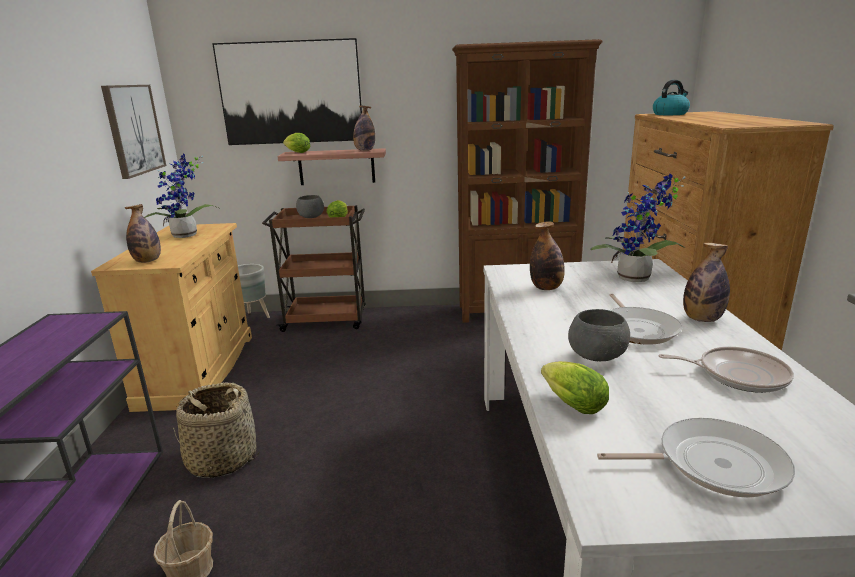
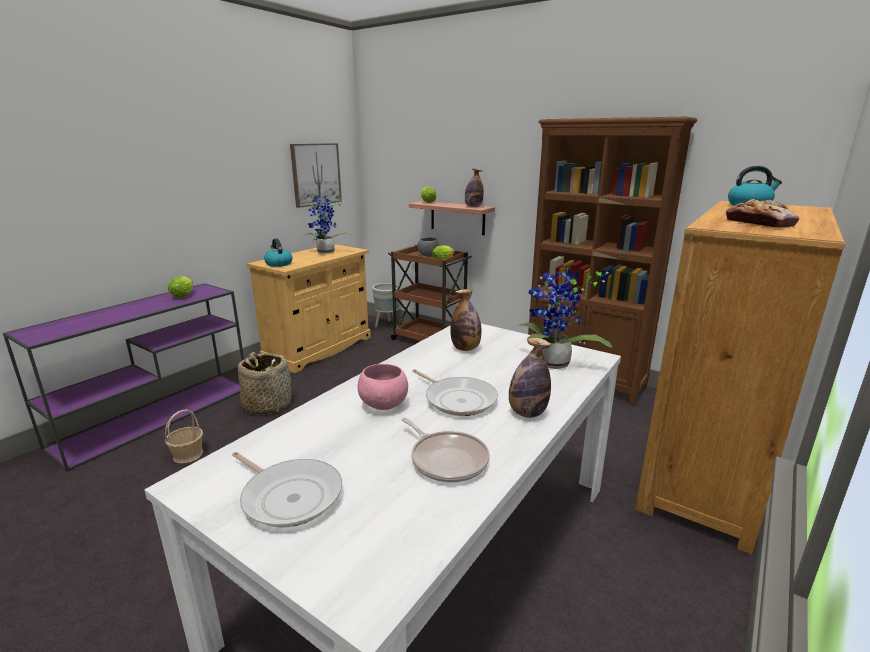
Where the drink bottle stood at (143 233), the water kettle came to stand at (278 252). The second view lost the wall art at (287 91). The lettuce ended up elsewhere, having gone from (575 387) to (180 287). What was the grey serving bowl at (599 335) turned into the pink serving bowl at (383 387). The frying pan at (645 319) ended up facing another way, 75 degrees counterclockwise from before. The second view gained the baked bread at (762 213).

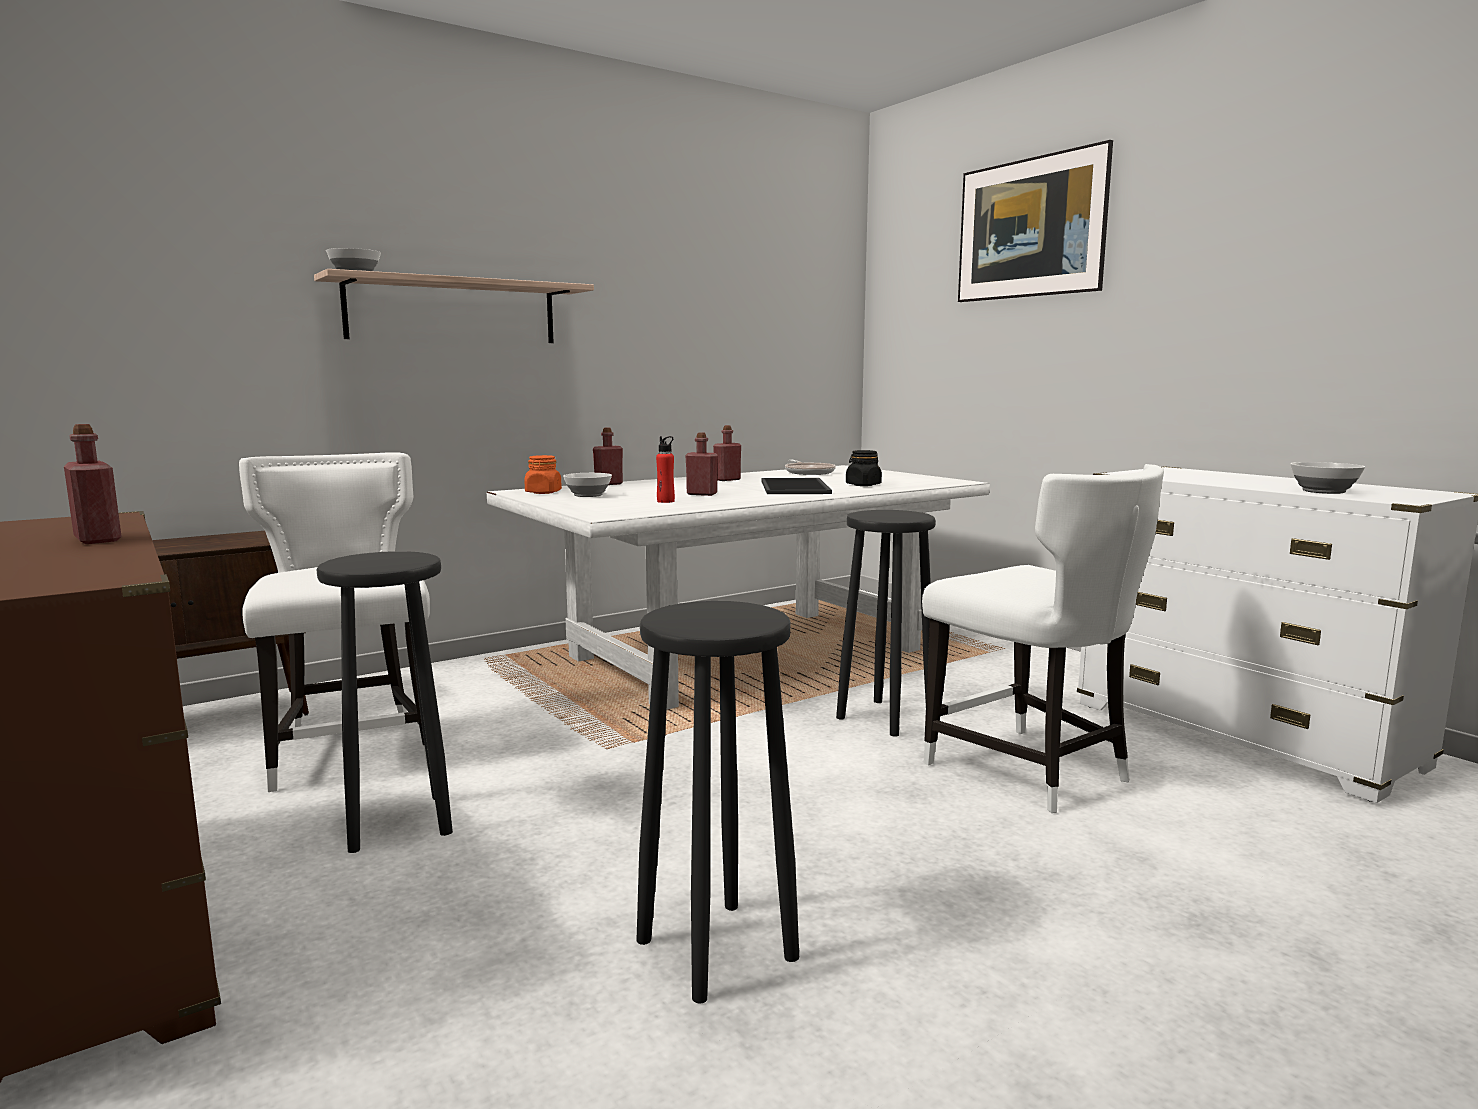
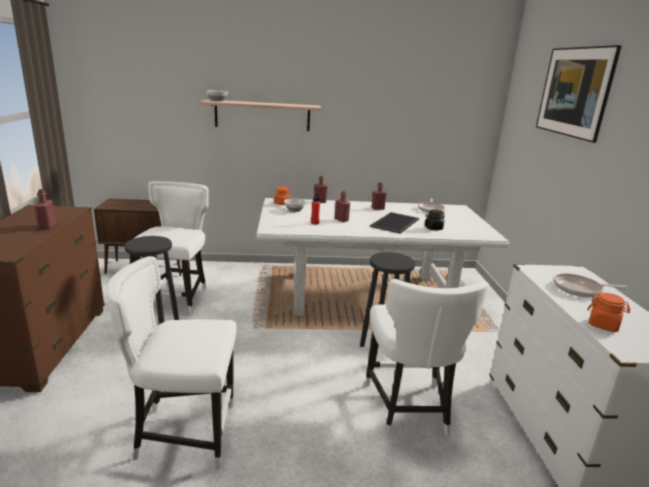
Where the blackish sitting stool stood at (717 802), the white plain chair came to stand at (171 362). Where the serving bowl stood at (1327 478), the orangey jar came to stand at (608 312). The second view gained the frying pan at (590 285).

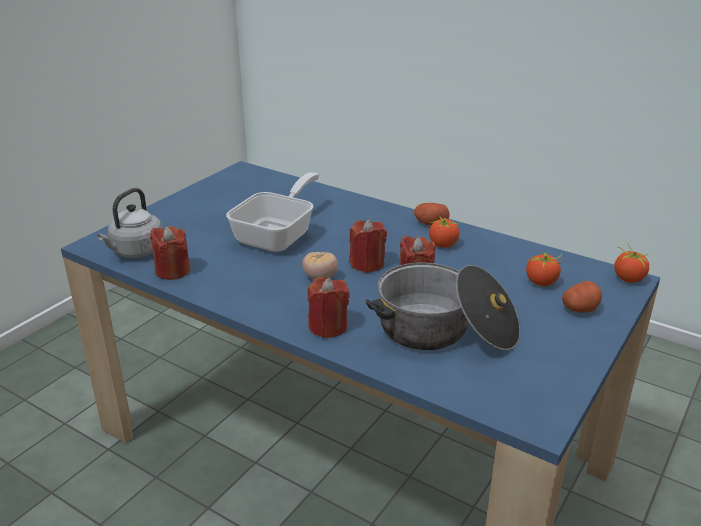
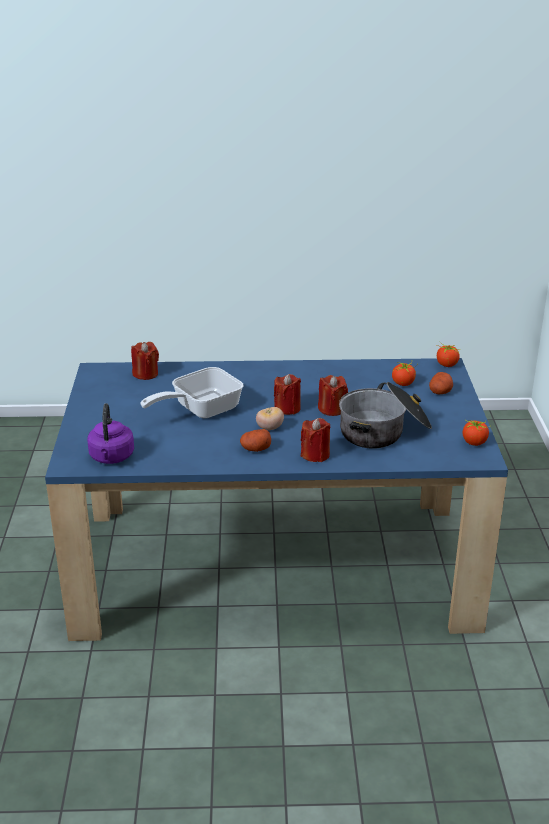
What was the grey water kettle at (129 223) turned into the purplish water kettle at (110 433). The reddish candle ended up elsewhere, having gone from (170 253) to (145 361). The frying pan at (272 212) ended up facing another way, 120 degrees counterclockwise from before. The potato ended up elsewhere, having gone from (432 214) to (255 440). The tomato ended up elsewhere, having gone from (445 232) to (476 433).

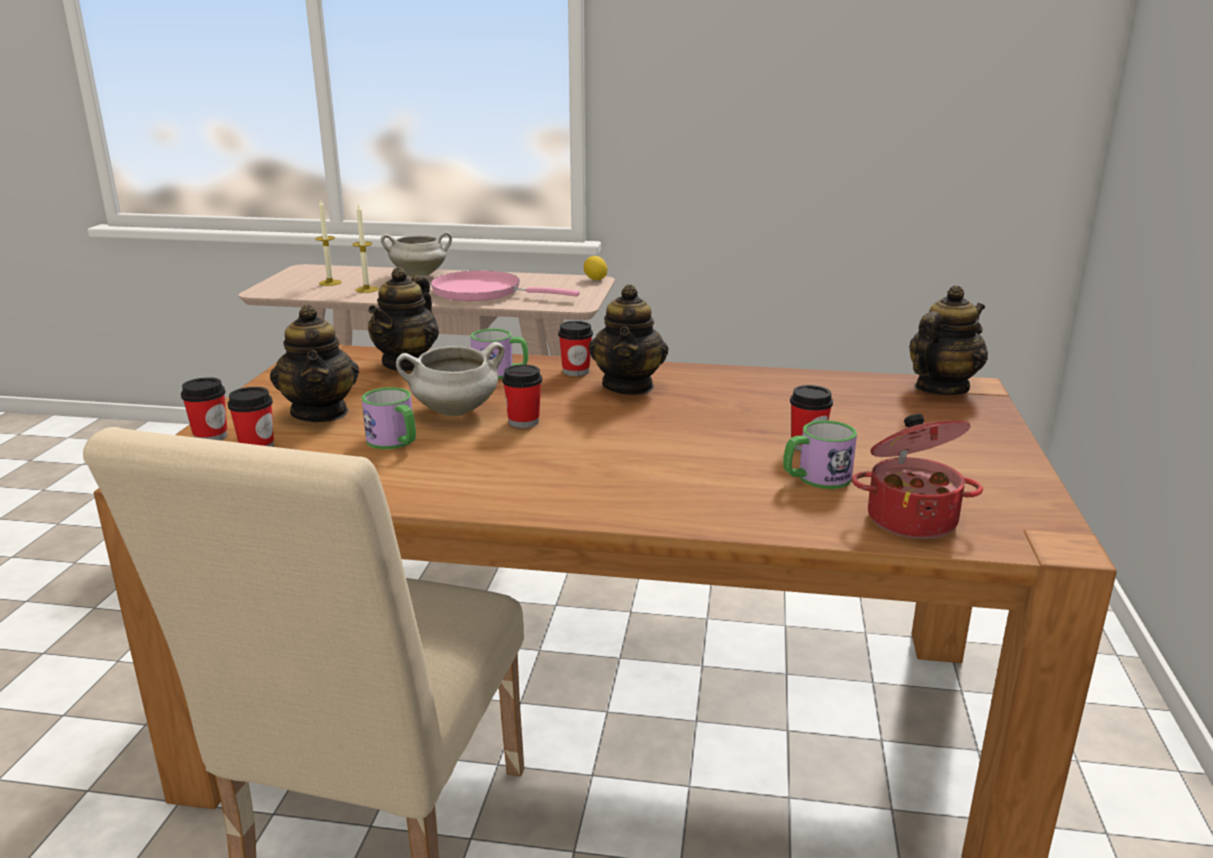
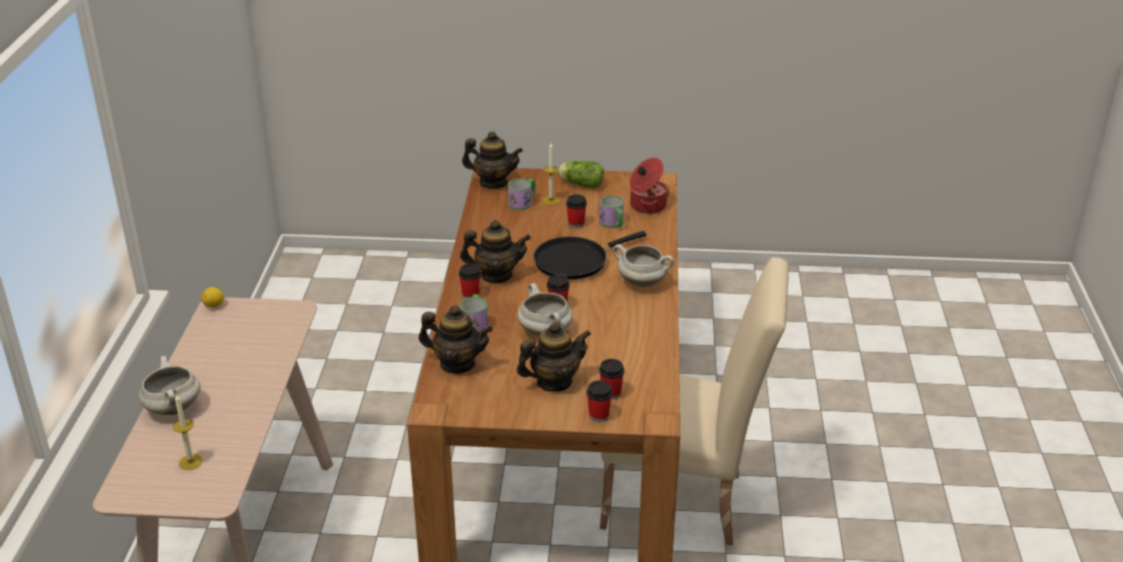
The candle ended up elsewhere, having gone from (365 248) to (551 174). The tea mug ended up elsewhere, having gone from (389 418) to (522 194). The second view lost the pink frying pan at (505 285). The teapot at (948 340) ended up facing another way, 150 degrees clockwise from before. The second view gained the blackish frying pan at (590 255). The second view gained the lettuce at (580 174). The second view gained the white stockpot at (643 265).

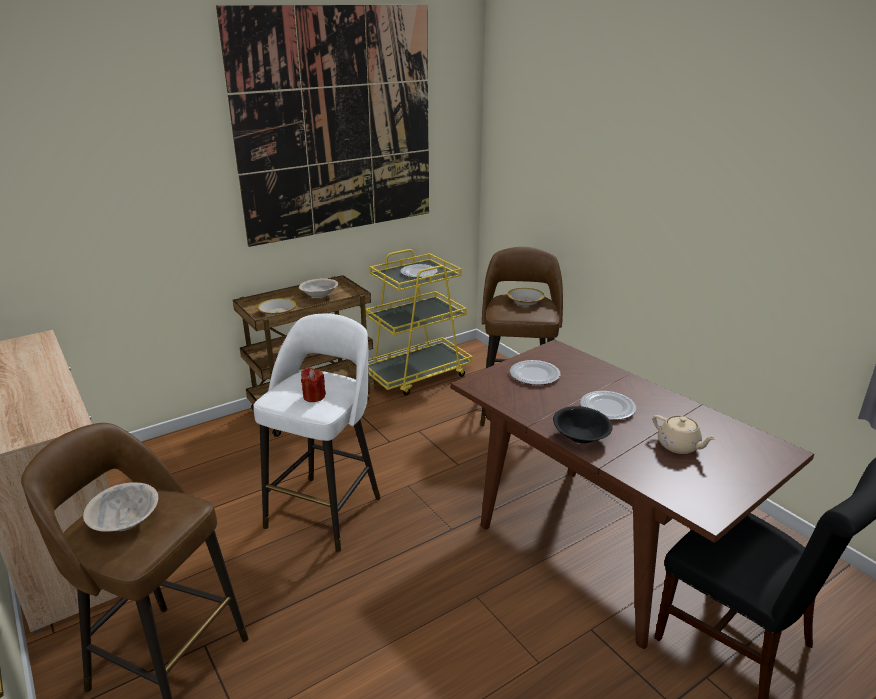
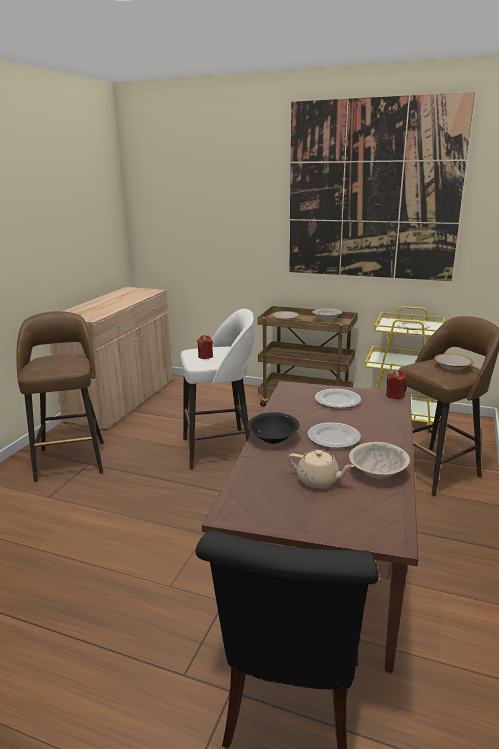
The sand-coloured serving bowl ended up elsewhere, having gone from (120 507) to (379 460). The sand-coloured teapot at (684 434) ended up facing another way, 75 degrees counterclockwise from before. The second view gained the reddish candle at (396 384).

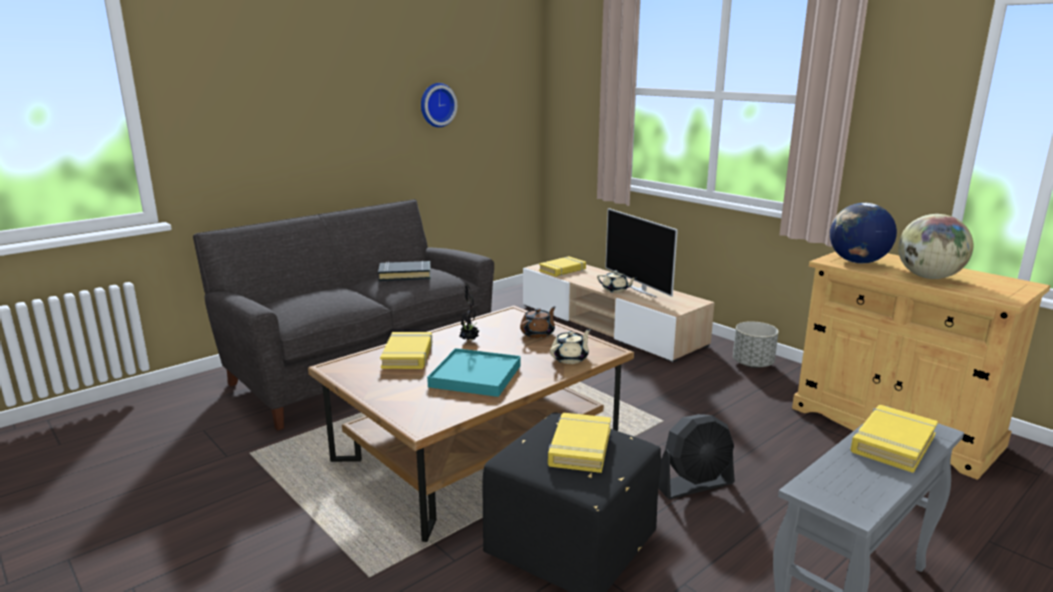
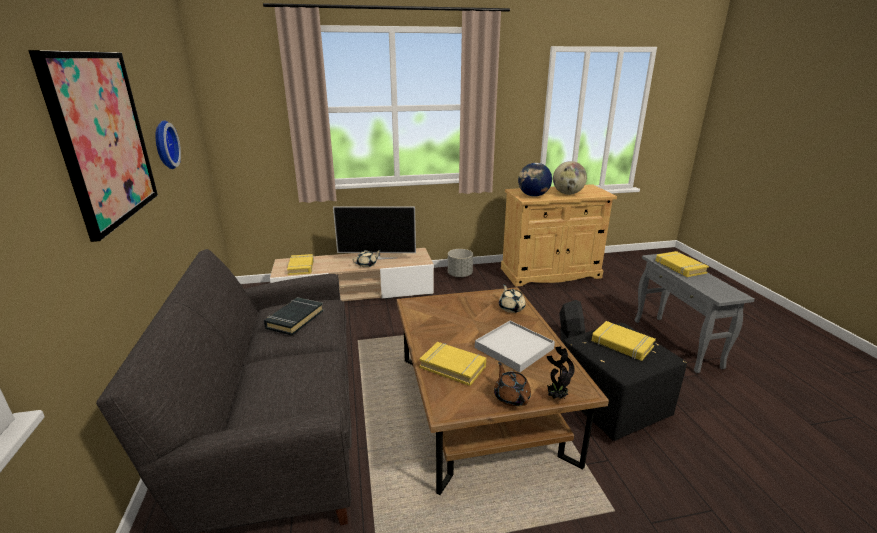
What was the turquoise carrying tray at (474 372) turned into the white carrying tray at (515 347). The potted plant ended up elsewhere, having gone from (469 312) to (561 373). The brown teapot ended up elsewhere, having gone from (538 322) to (512 384). The second view gained the wall art at (93 146).

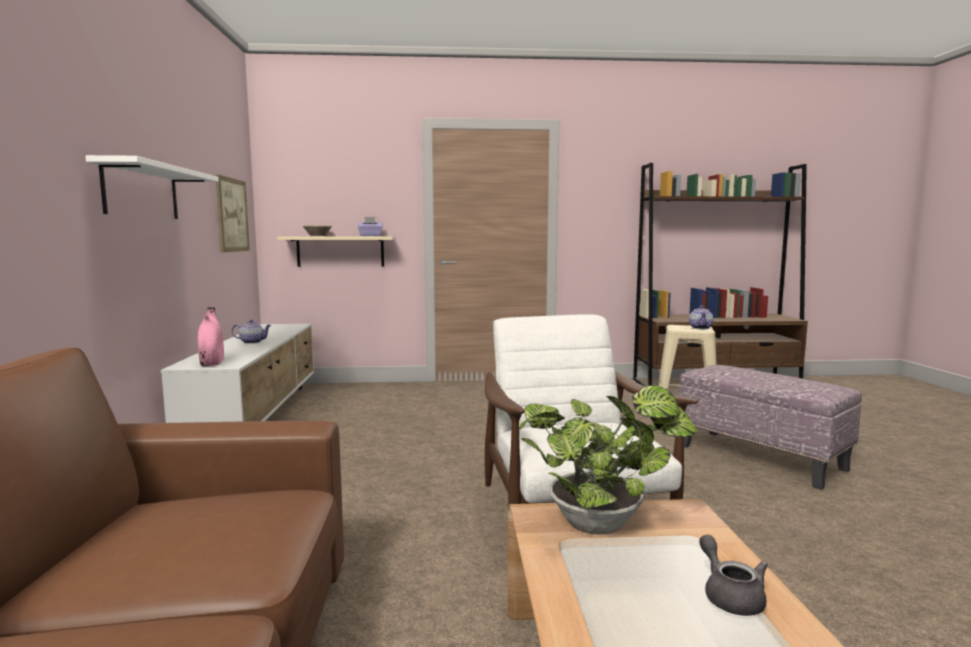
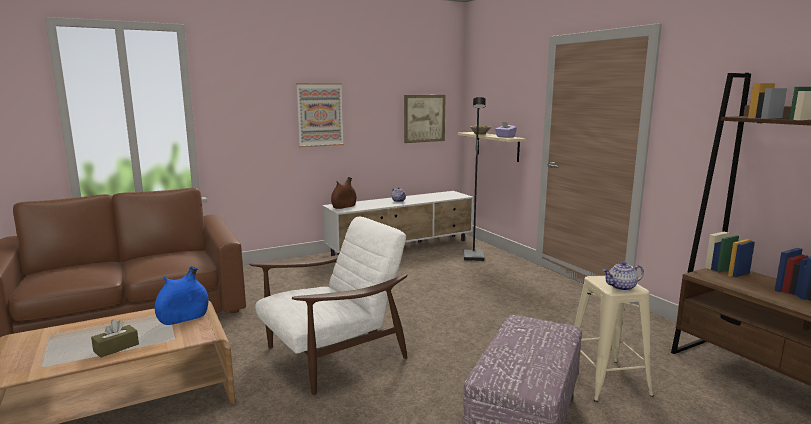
Where the white wall shelf hung at (152 187), the wall art came to hang at (320 115). What was the pink flower vase at (211 336) turned into the brown flower vase at (343 193). Where the potted plant stood at (608 460), the bluish flower vase came to stand at (182 295). Where the grey teapot stood at (733 575), the brown box of tissues came to stand at (115 339). The second view gained the blackish floor lamp at (475 179).

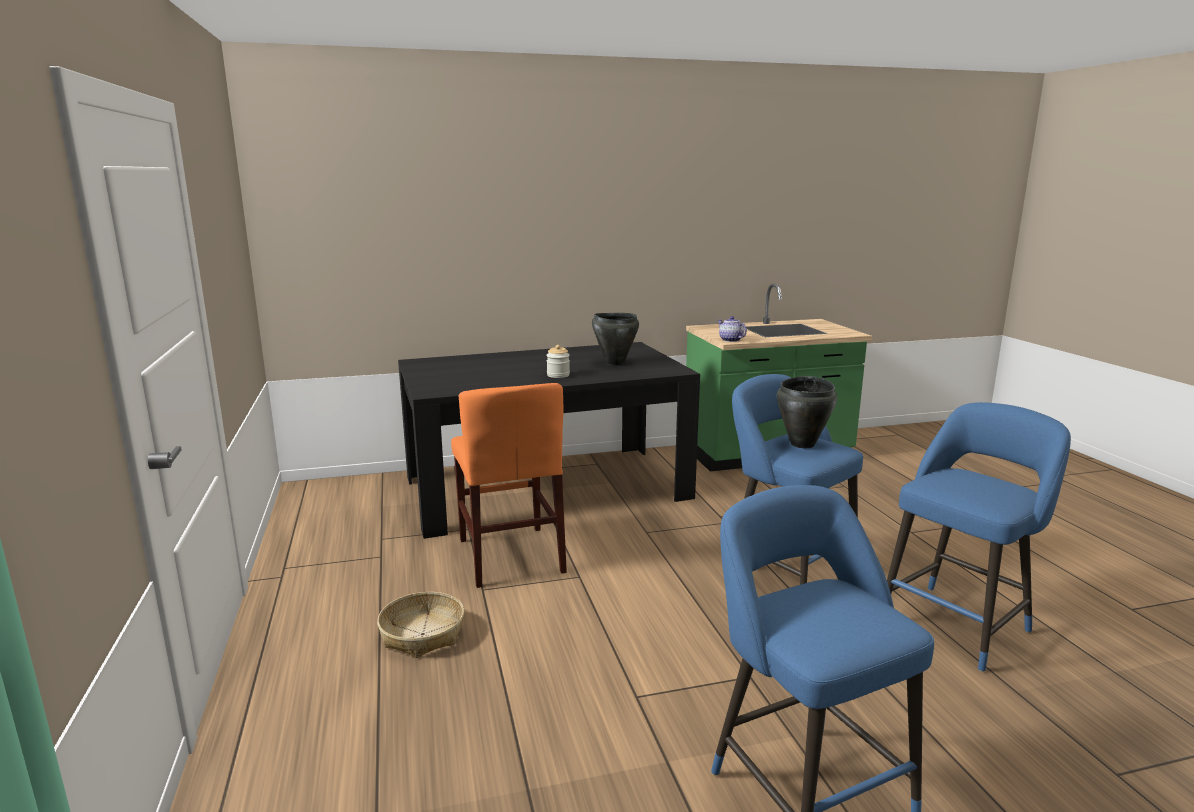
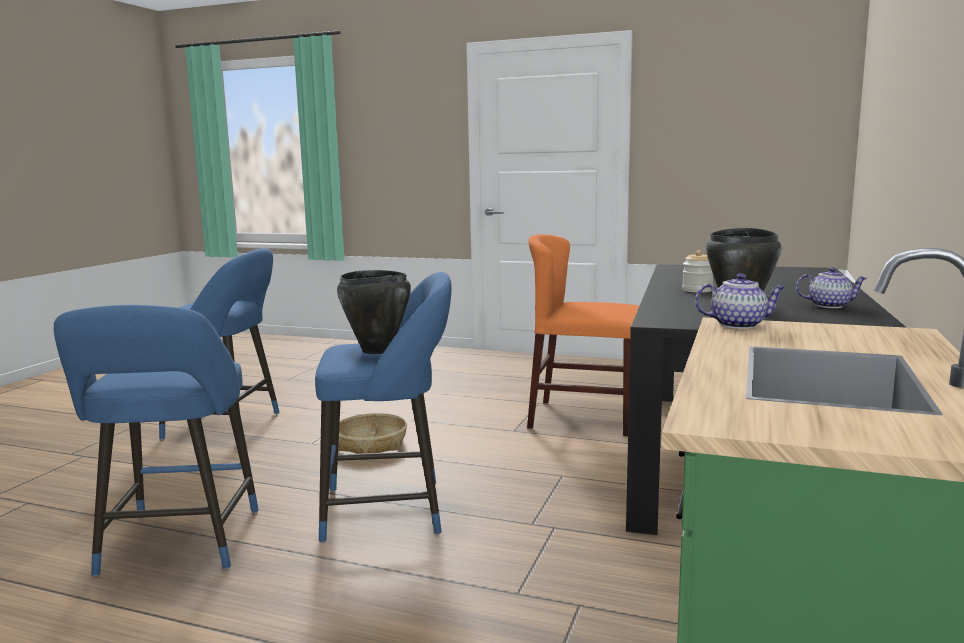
The household basket ended up elsewhere, having gone from (420 625) to (372 433). The second view gained the teapot at (831 287).

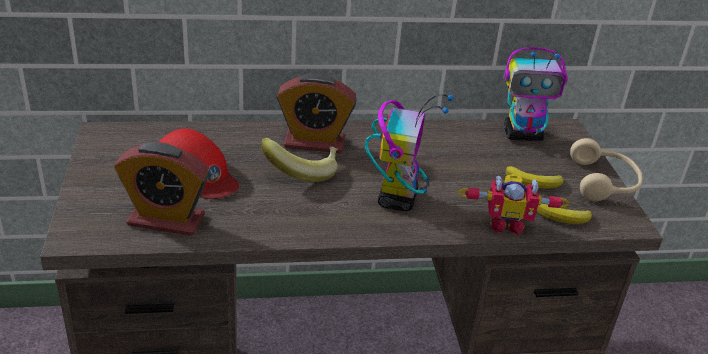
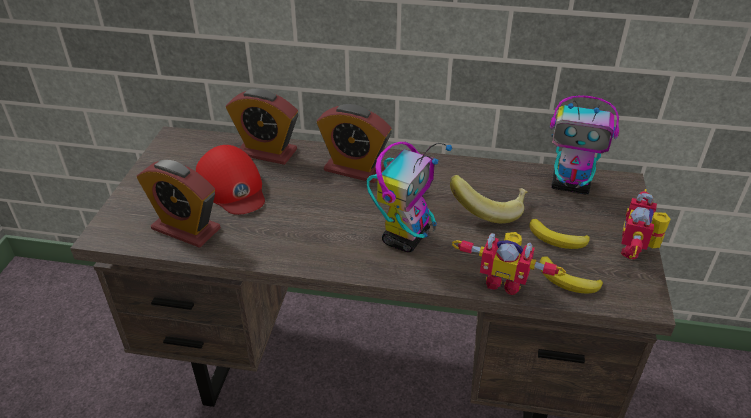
The banana ended up elsewhere, having gone from (299 160) to (489 199). Where the sand-coloured headphones stood at (606 169), the model robot came to stand at (646 224). The second view gained the alarm clock at (262 127).

